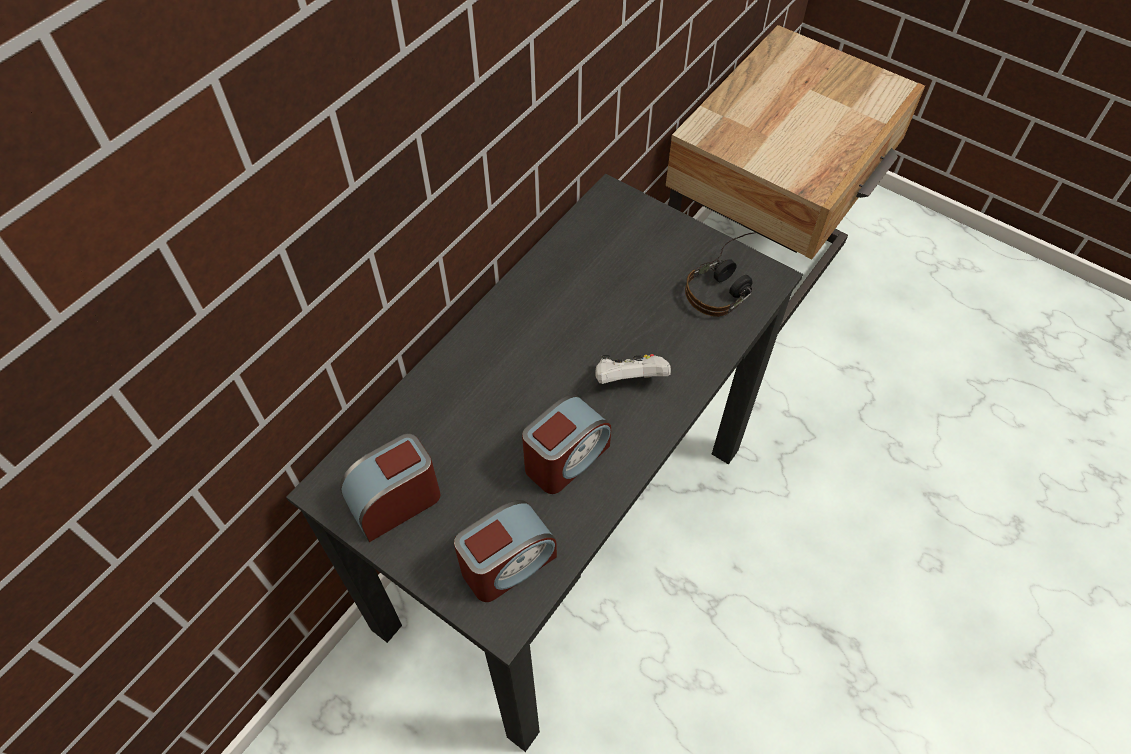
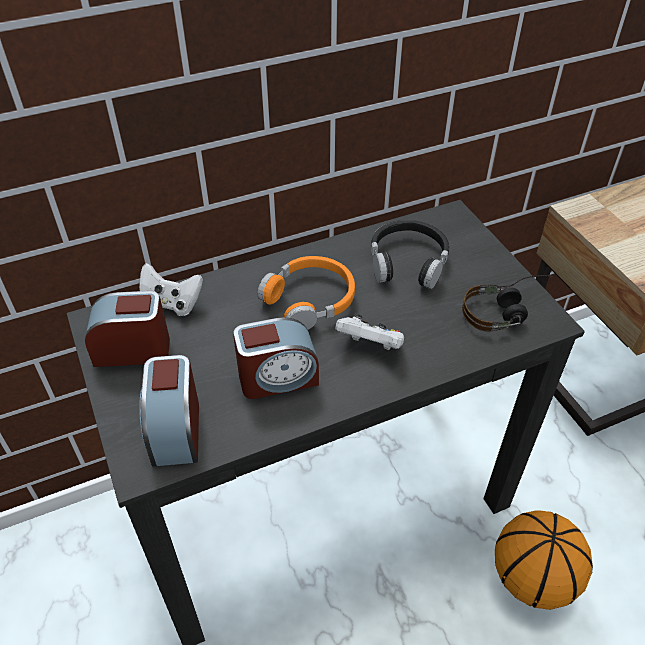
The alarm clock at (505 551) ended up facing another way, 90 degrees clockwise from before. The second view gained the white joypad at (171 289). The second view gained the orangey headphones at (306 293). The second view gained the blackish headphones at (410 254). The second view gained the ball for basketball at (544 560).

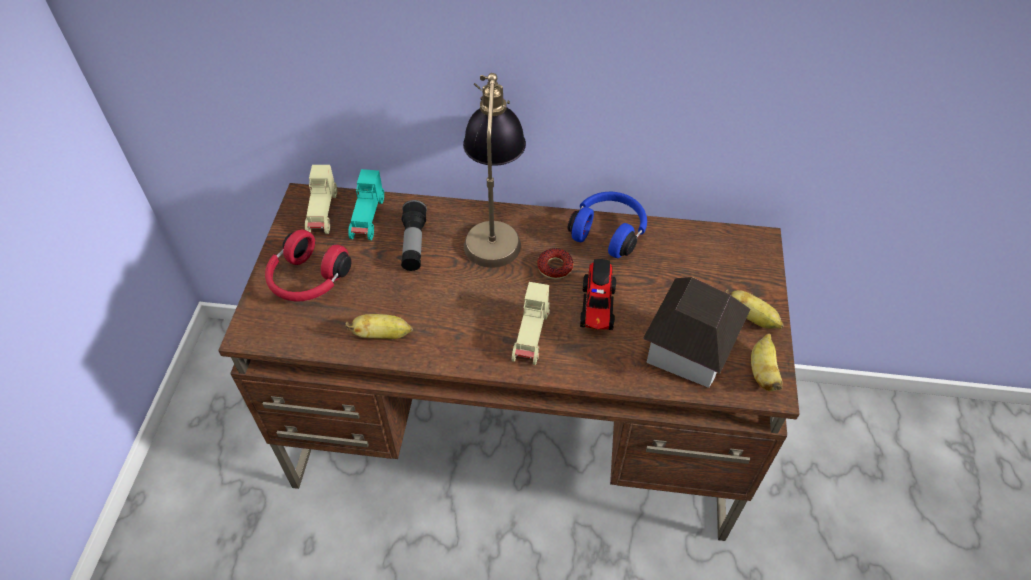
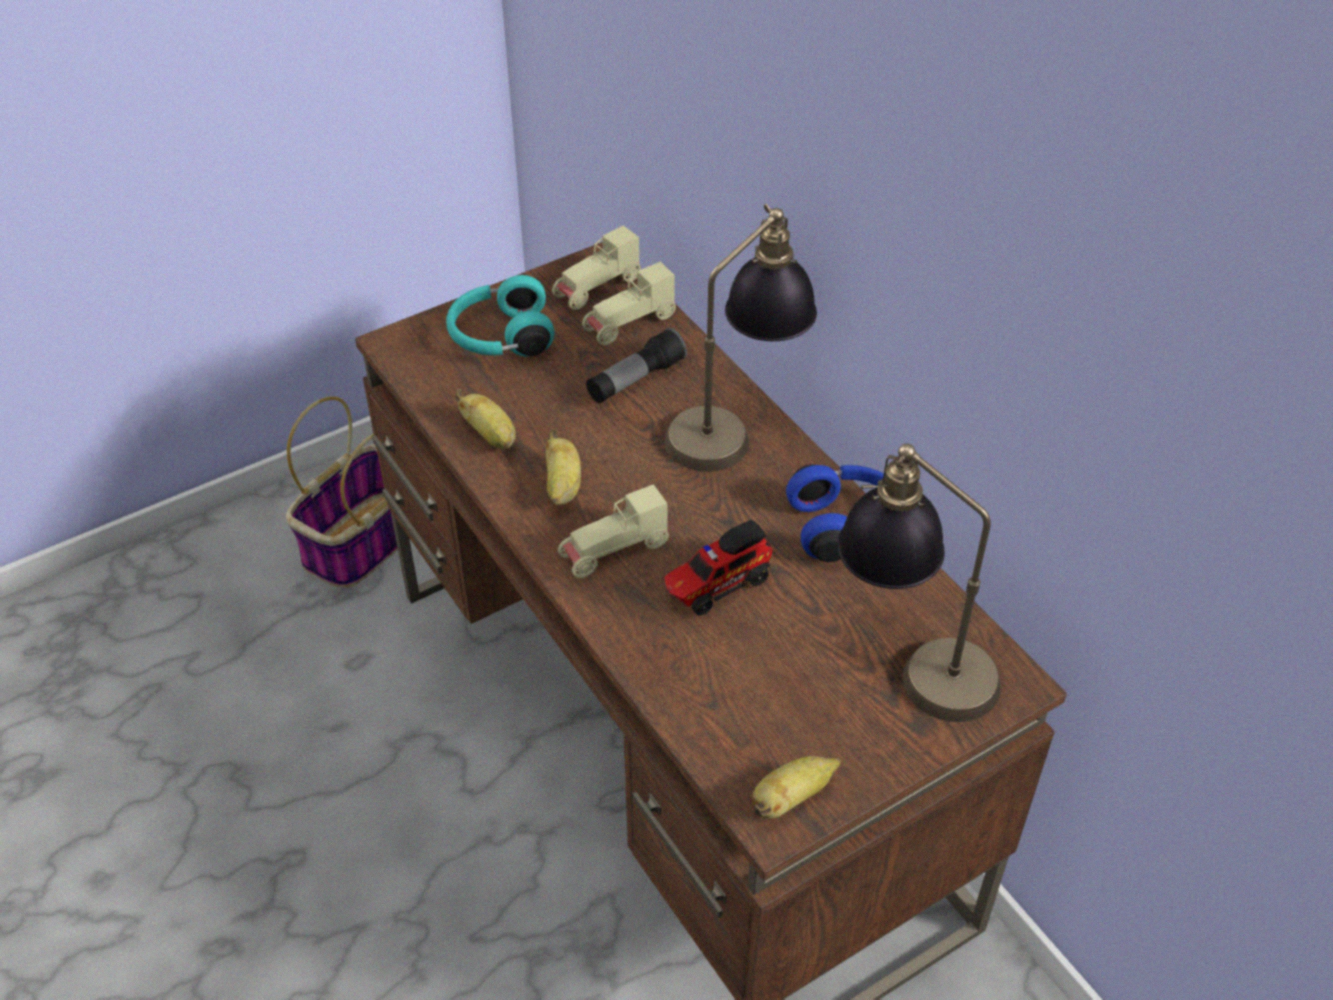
What was the reddish headphones at (308 265) turned into the turquoise headphones at (500 315). What was the turquoise miniature car at (366 204) turned into the sand-coloured miniature car at (629 304). The second view lost the doughnut at (555 263). The second view lost the miniature house at (697 332). The banana ended up elsewhere, having gone from (754 309) to (563 467). The second view gained the household basket at (348 492). The second view gained the table lamp at (919 583).

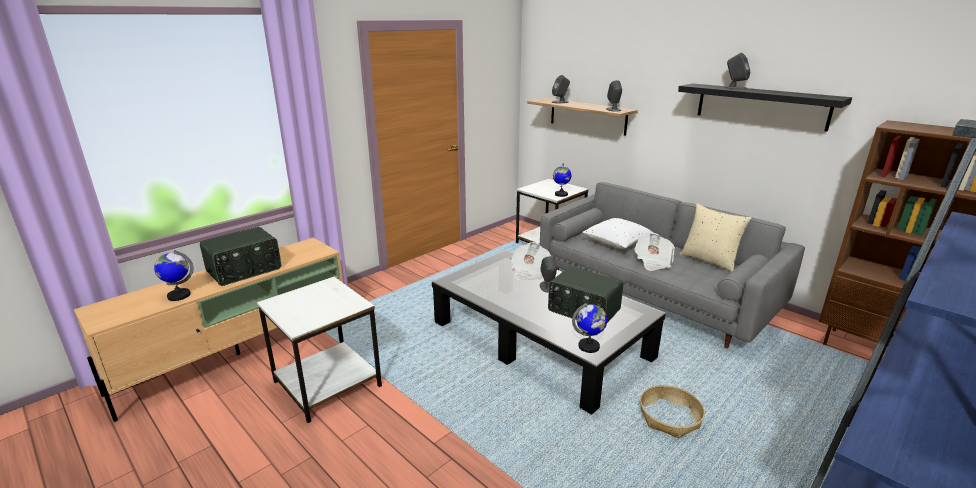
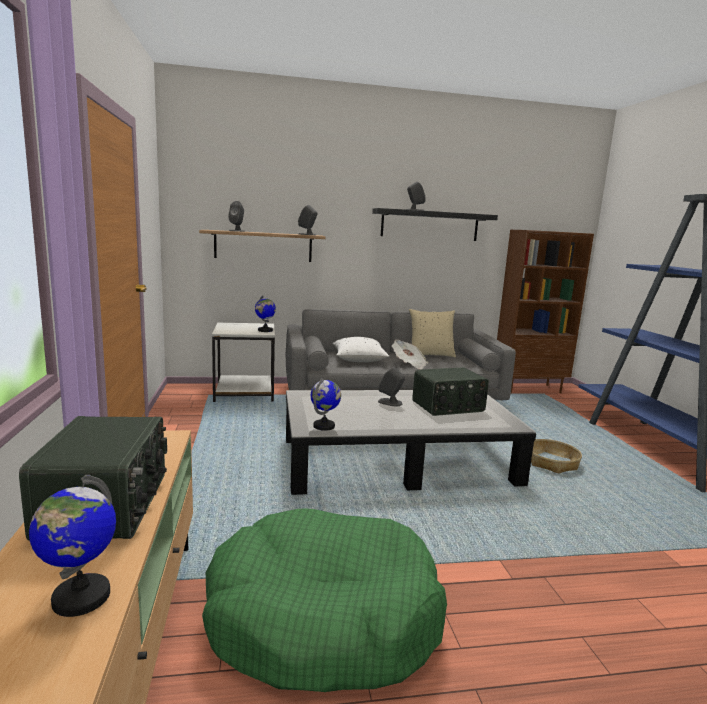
Where the white end table stood at (319 350), the green pet bed came to stand at (324 600). The second view lost the newspaper at (530 261). The desk globe ended up elsewhere, having gone from (589 328) to (326 404).

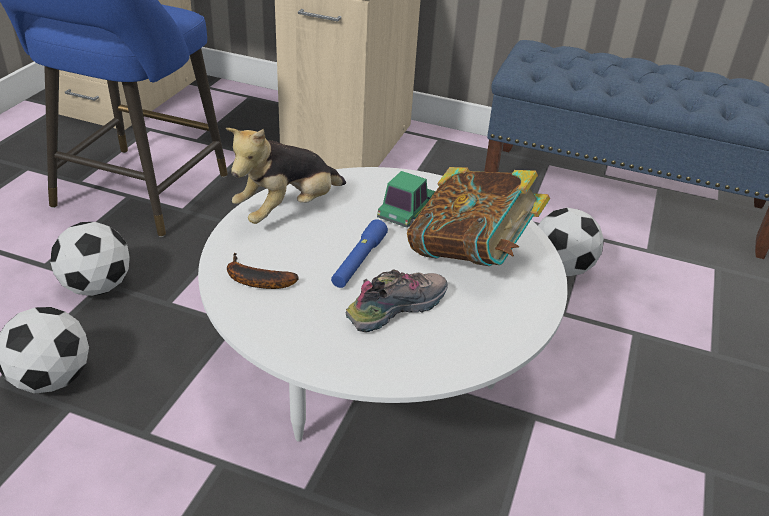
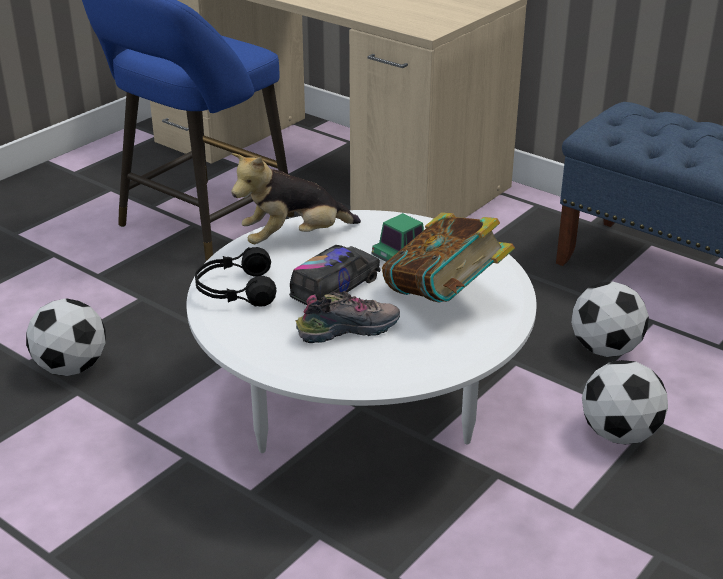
The ball for football ended up elsewhere, having gone from (90 259) to (625 402). Where the banana stood at (263 271), the blackish headphones came to stand at (235 277). Where the bluish flashlight stood at (359 253), the model truck came to stand at (335 275).

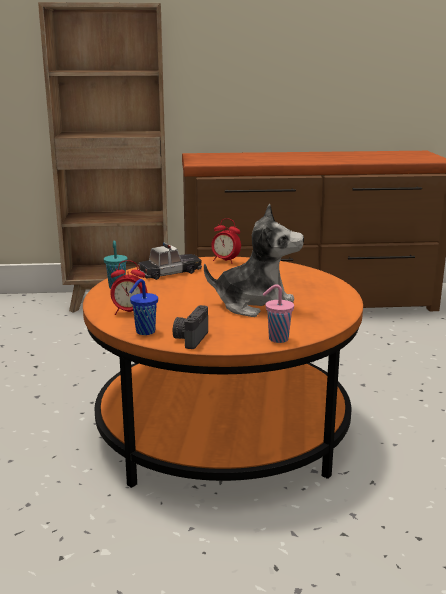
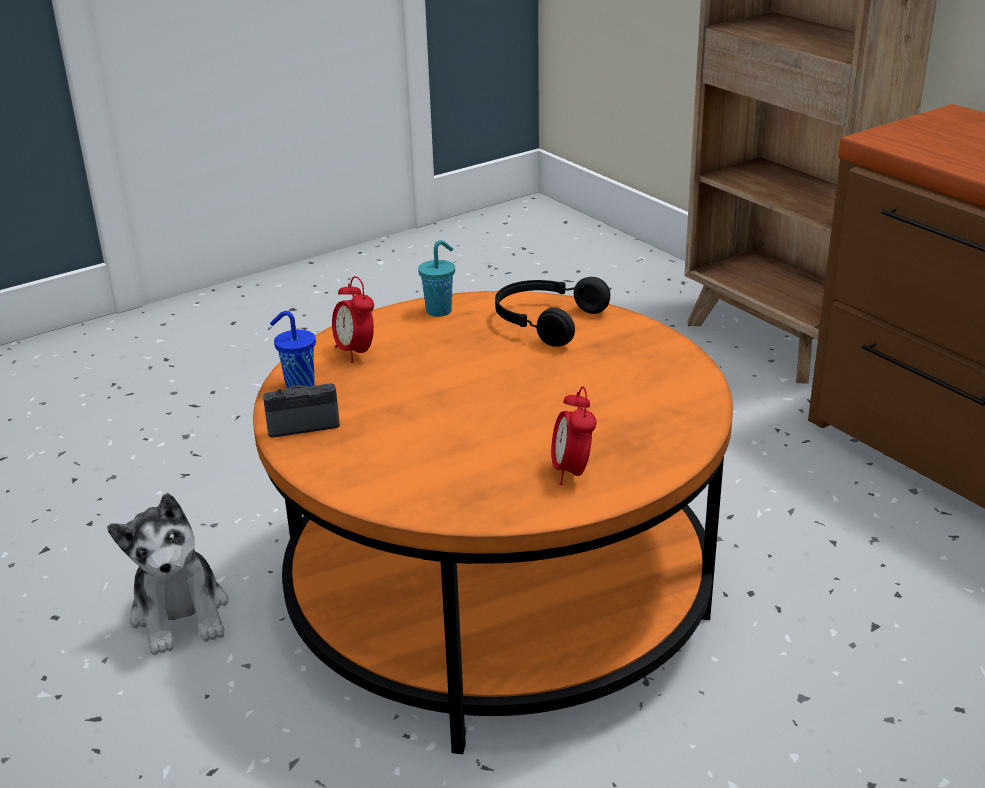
Where the miniature car stood at (170 261), the blackish headphones came to stand at (552 312). The cuddly toy ended up elsewhere, having gone from (254 260) to (167 574). The alarm clock ended up elsewhere, having gone from (226 241) to (573 435). The second view lost the pink small cup at (278 313).

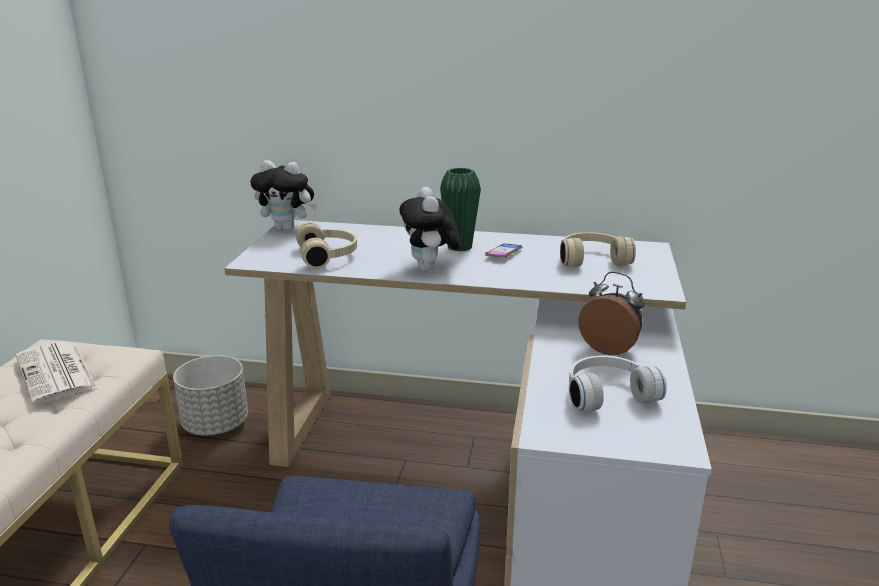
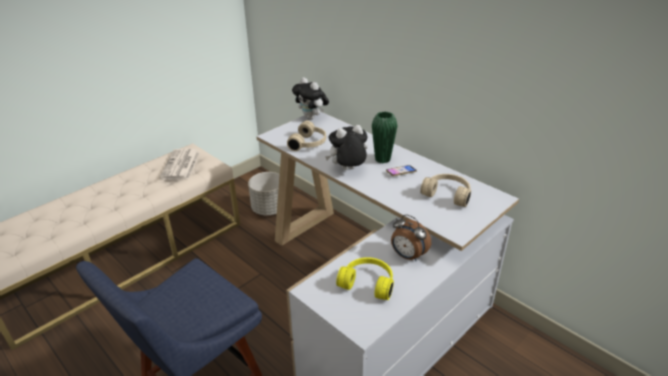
The cuddly toy at (430 229) ended up facing another way, 45 degrees clockwise from before. What was the white headphones at (618 383) turned into the yellow-coloured headphones at (365 278). The alarm clock at (611 313) ended up facing another way, 150 degrees clockwise from before.

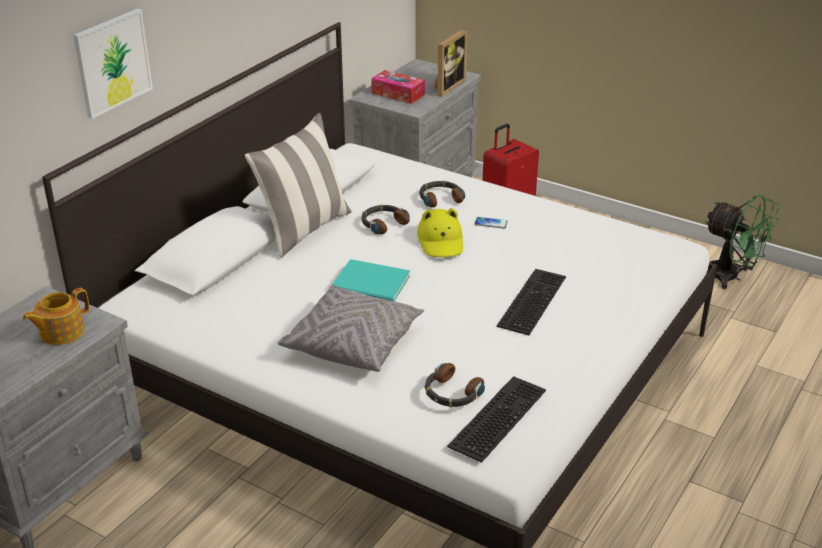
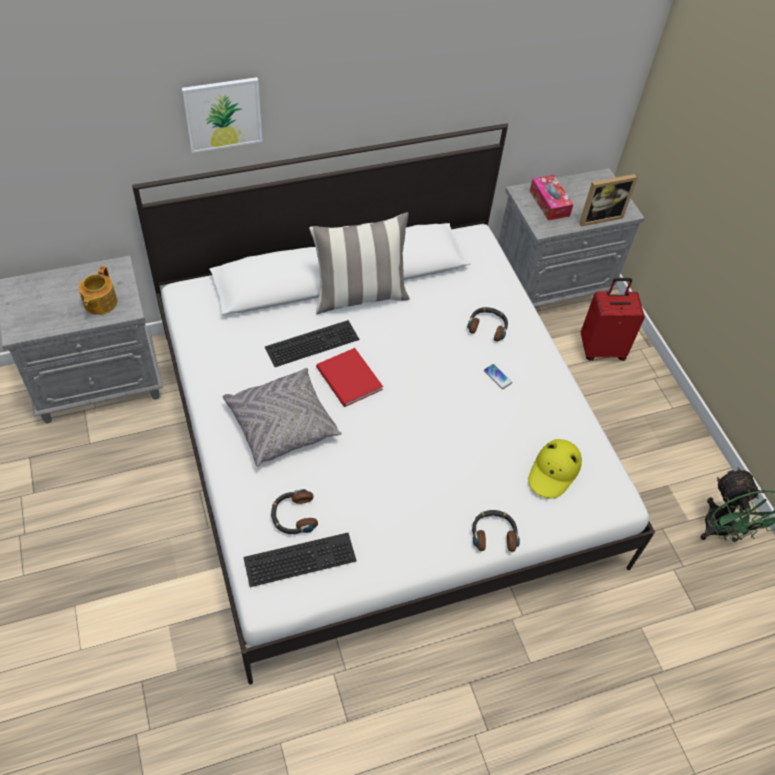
The teapot at (55 316) ended up facing another way, 75 degrees counterclockwise from before. What was the turquoise bound book at (371 280) turned into the reddish bound book at (349 377). The headphones ended up elsewhere, having gone from (385 219) to (496 531). The yellow-coloured wearable hat ended up elsewhere, having gone from (440 232) to (555 468). The keyboard ended up elsewhere, having gone from (531 302) to (312 343).

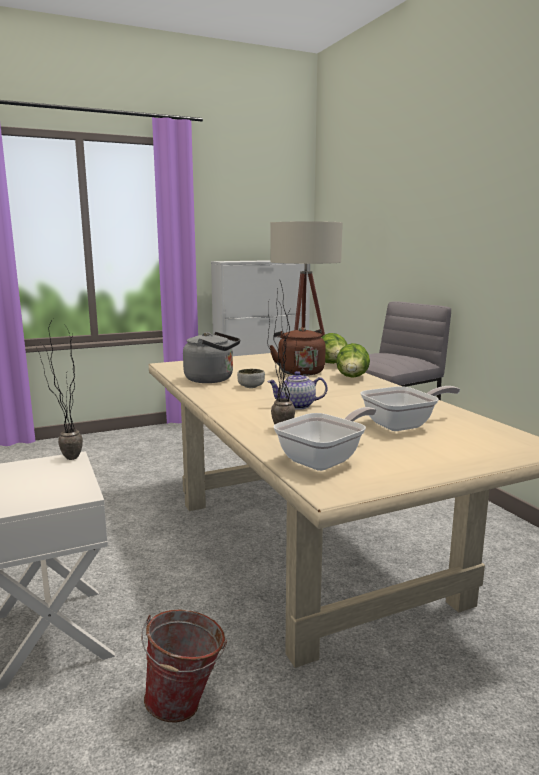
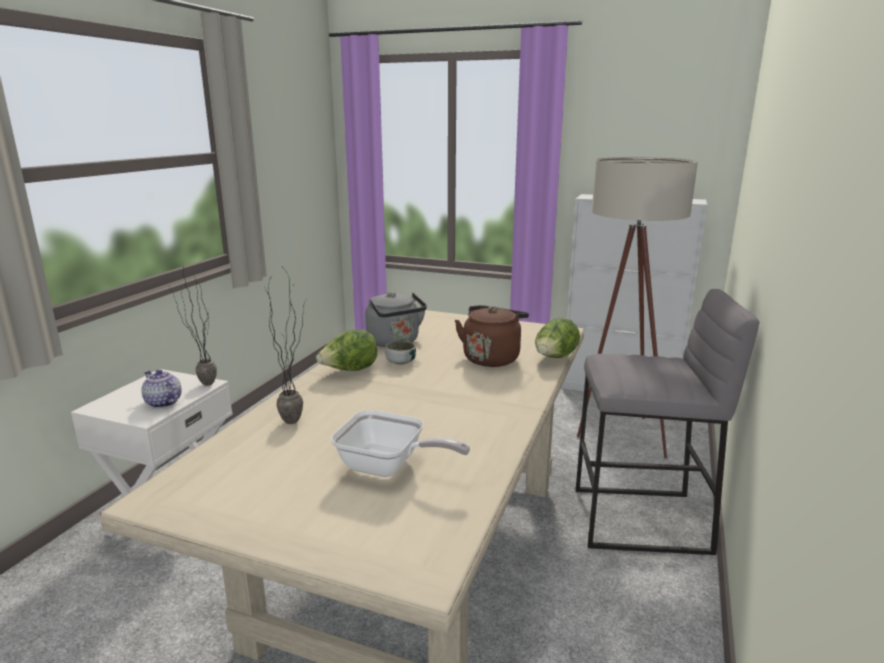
The second view lost the bucket at (184 665). The teapot ended up elsewhere, having gone from (297 390) to (162 388). The second view lost the frying pan at (324 439). The lettuce ended up elsewhere, having gone from (353 360) to (346 350).

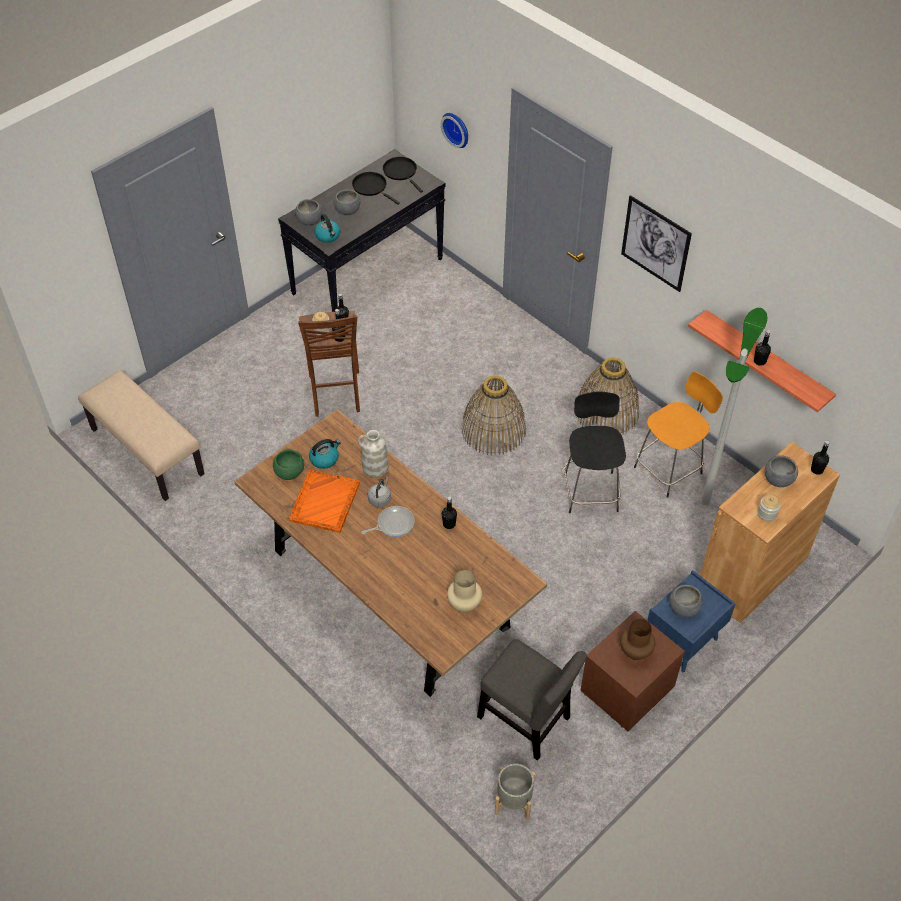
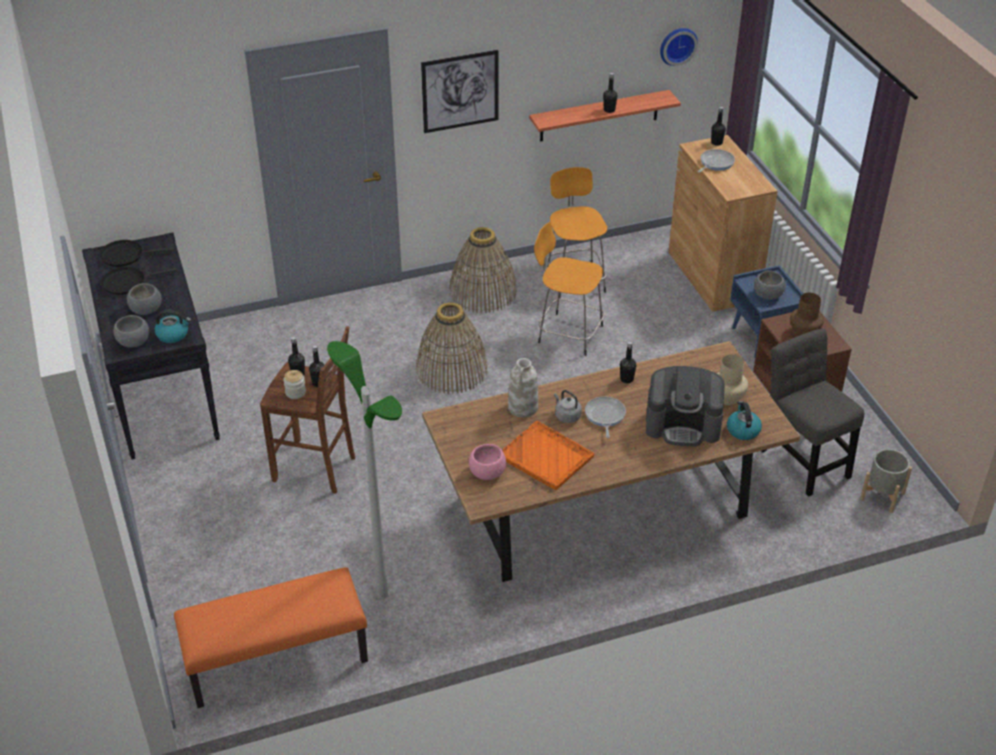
What was the sand-coloured bench at (141 435) turned into the orangey bench at (271 637). What was the green serving bowl at (288 464) turned into the pink serving bowl at (487 462). The water kettle ended up elsewhere, having gone from (325 454) to (744 420). The hanging clock ended up elsewhere, having gone from (454 130) to (679 47). The grey plain chair at (532 700) ended up facing another way, 90 degrees counterclockwise from before. What was the blackish sitting stool at (595 452) turned into the orangey sitting stool at (569 289). The floor lamp ended up elsewhere, having gone from (734 406) to (364 470). The second view lost the jar at (769 507). Where the grey serving bowl stood at (781 471), the frying pan came to stand at (716 160). The second view gained the coffee brewer at (685 406).

